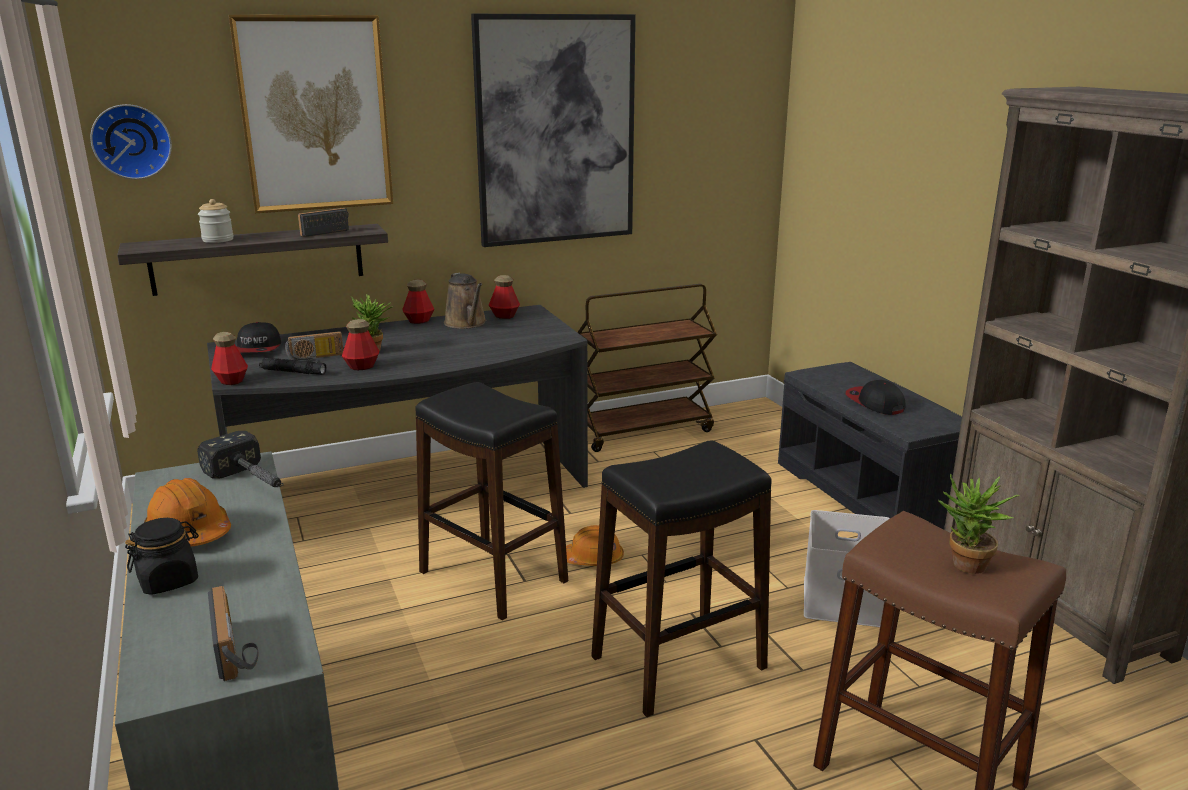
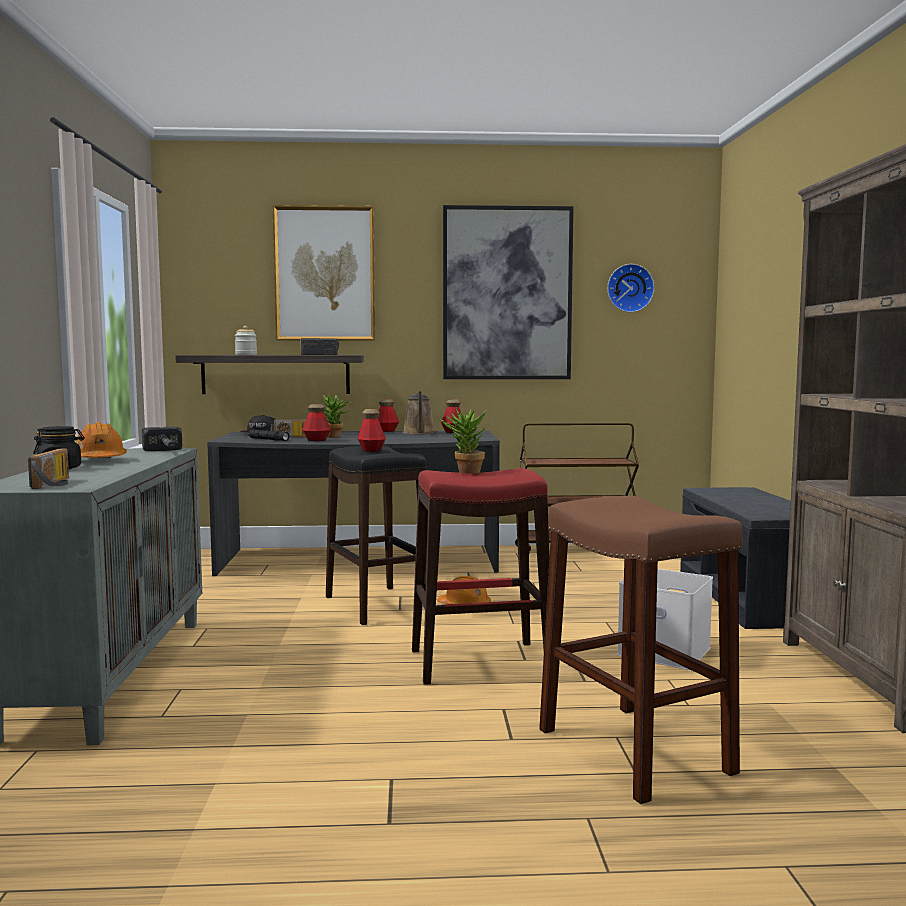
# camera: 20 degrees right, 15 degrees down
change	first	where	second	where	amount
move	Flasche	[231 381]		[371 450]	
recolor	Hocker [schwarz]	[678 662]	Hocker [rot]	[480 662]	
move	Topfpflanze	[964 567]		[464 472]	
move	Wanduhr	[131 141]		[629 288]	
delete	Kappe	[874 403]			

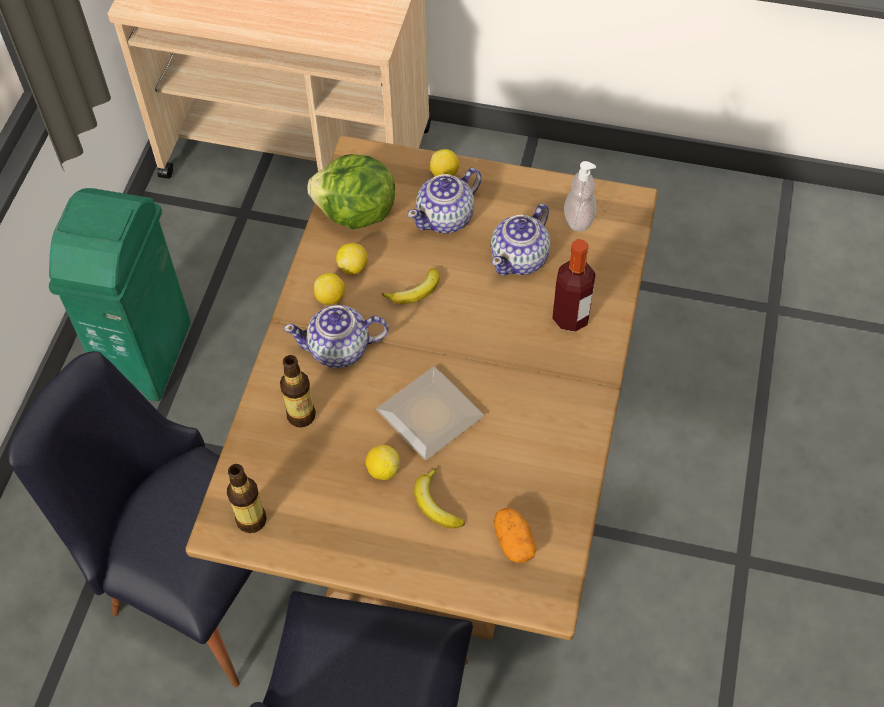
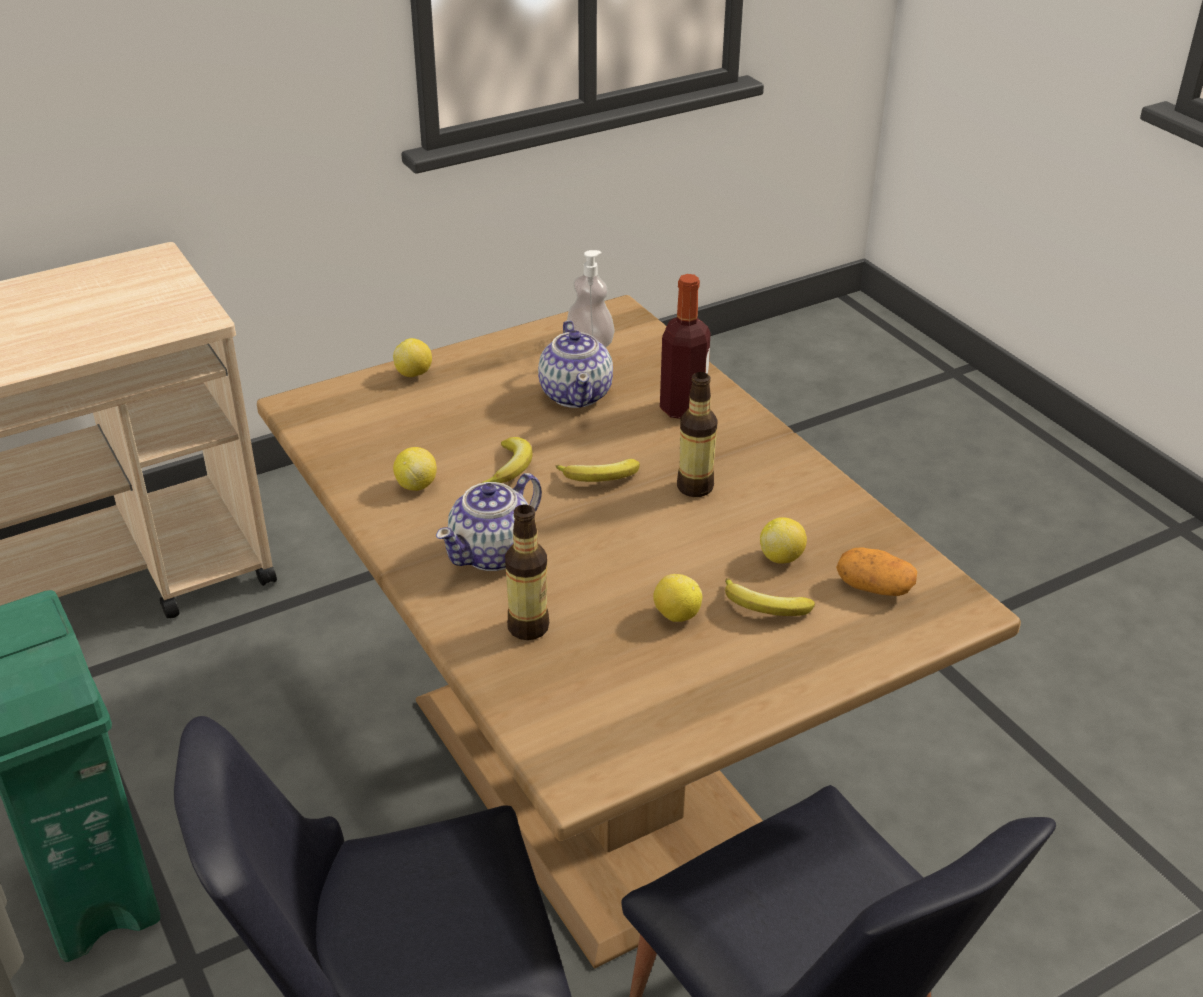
# camera: 45 degrees left, 20 degrees down
change	first	where	second	where	amount
insert			Banane	[600 478]	
move	Flasche	[251 520]		[695 487]	
move	Zitrone	[330 298]		[781 557]	
delete	Salatkopf	[356 214]			
delete	Teller	[429 419]			
delete	Teekanne	[446 218]			

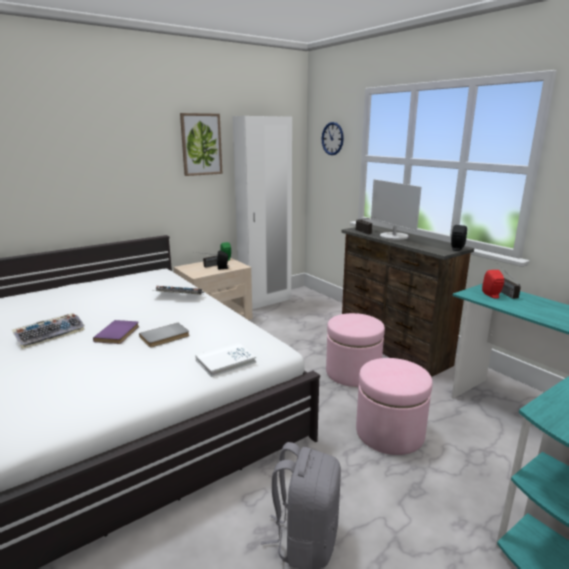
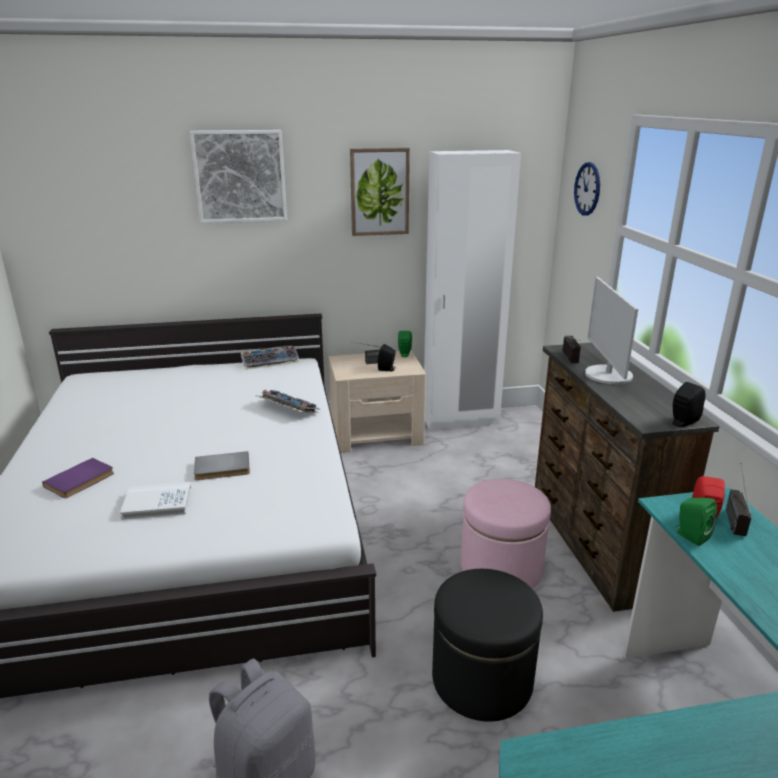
# camera: 25 degrees right, 5 degrees up
change	first	where	second	where	amount
move	Buch [lila]	[119 333]		[81 480]	
move	Buch [weiß]	[225 361]		[157 503]	
insert			Bild	[240 176]	
move	Tastatur	[51 334]		[270 361]	
recolor	Polsterhocker [rosa]	[389 432]	Polsterhocker [schwarz]	[482 679]	
insert			Lautsprecher [grün]	[690 536]	

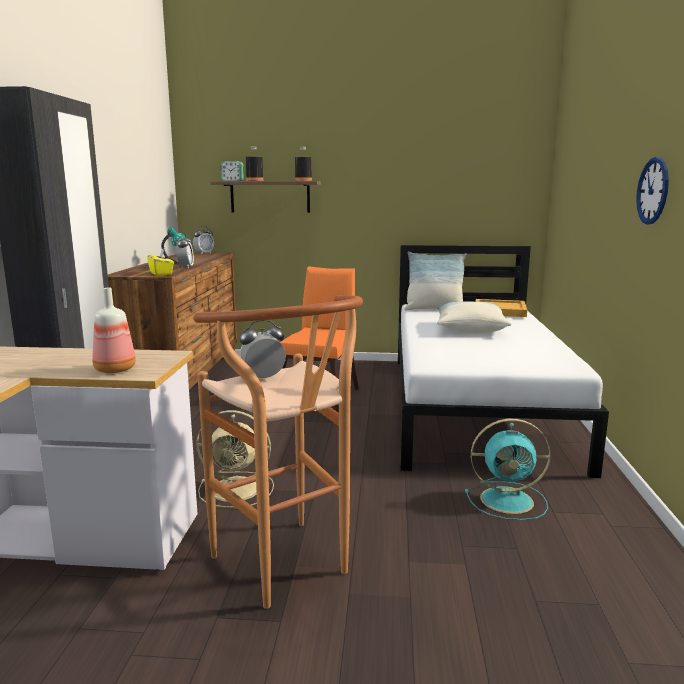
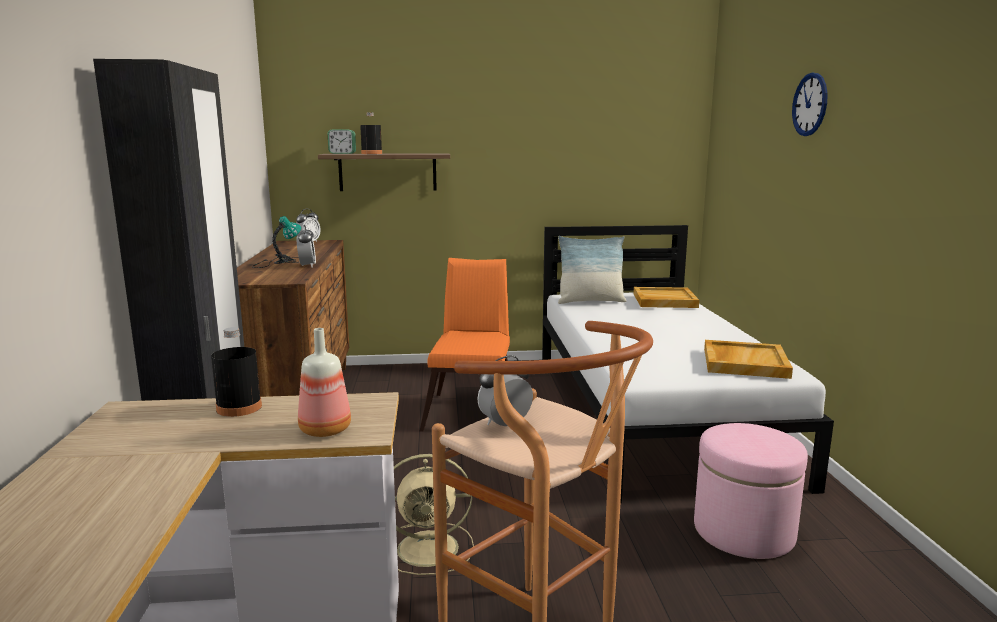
# camera: 10 degrees left, 0 degrees up
change	first	where	second	where	amount
move	Flasche [schwarz]	[303 180]		[239 408]	
replace	Ventilator [türkis]	[509 500]	Polsterhocker [rosa]	[743 531]	
insert			Tablett [beige]	[744 362]	
move	Wanduhr	[653 191]		[810 104]	
delete	Taschentuchbox [gelb]	[161 273]			
delete	Kissen	[470 329]			

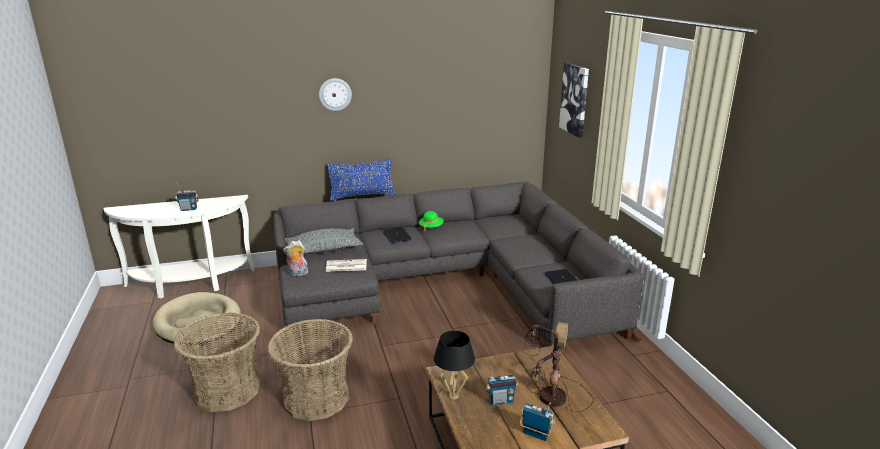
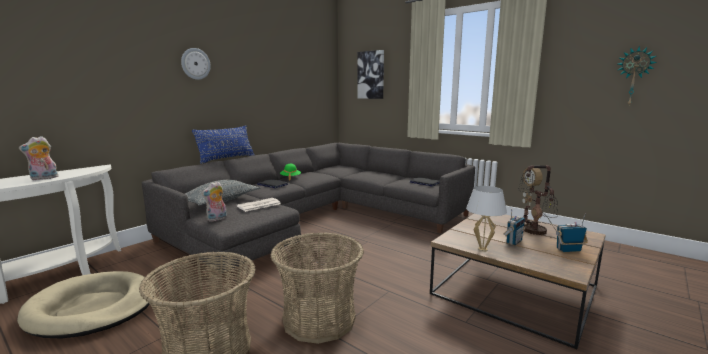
# camera: 35 degrees left, 10 degrees down
change	first	where	second	where	amount
replace	Radio	[189 209]	Plüschtier	[43 178]	
recolor	Tischlampe [schwarz]	[453 396]	Tischlampe [weiß]	[482 249]	
insert			Wanduhr	[634 76]	

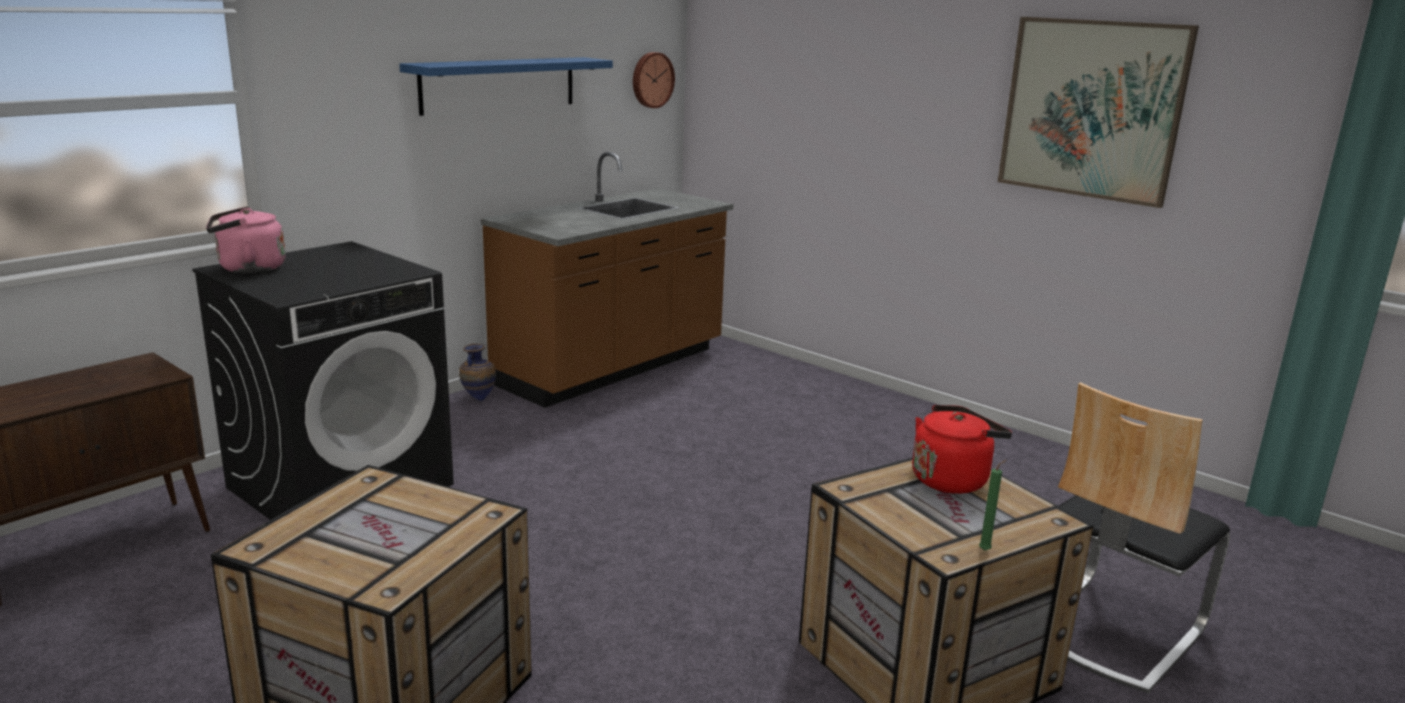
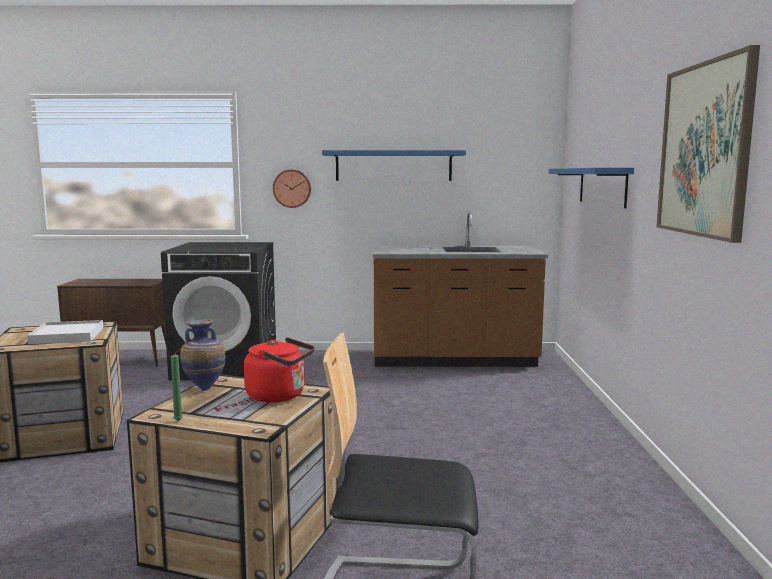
# camera: 50 degrees right, 10 degrees down
change	first	where	second	where	amount
insert			Tablett [weiß]	[67 335]	
move	Vase	[478 399]		[204 389]	
move	Wanduhr	[651 80]		[292 188]	
insert			Wandregal [blau]	[602 186]	
delete	Wasserkessel [rosa]	[248 269]			

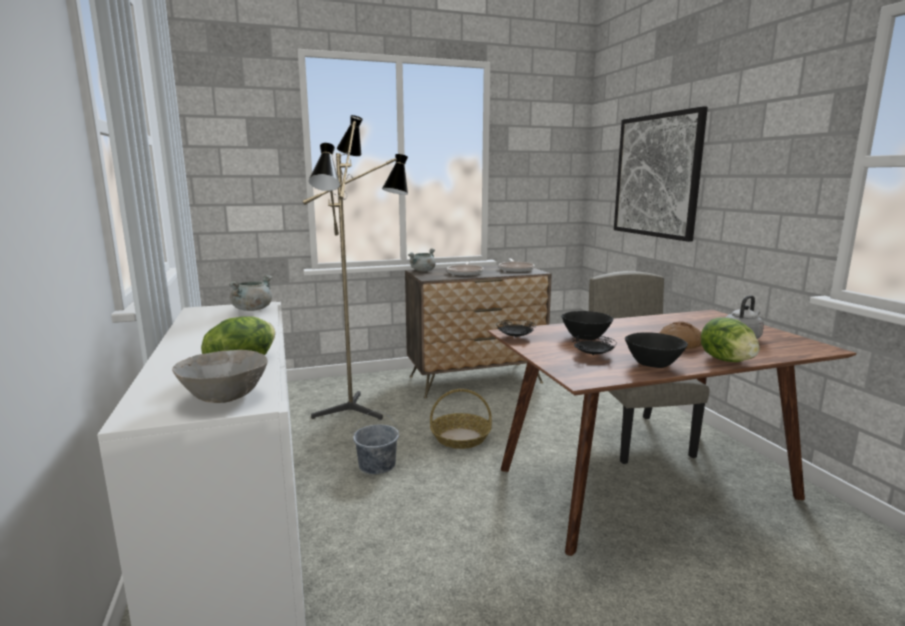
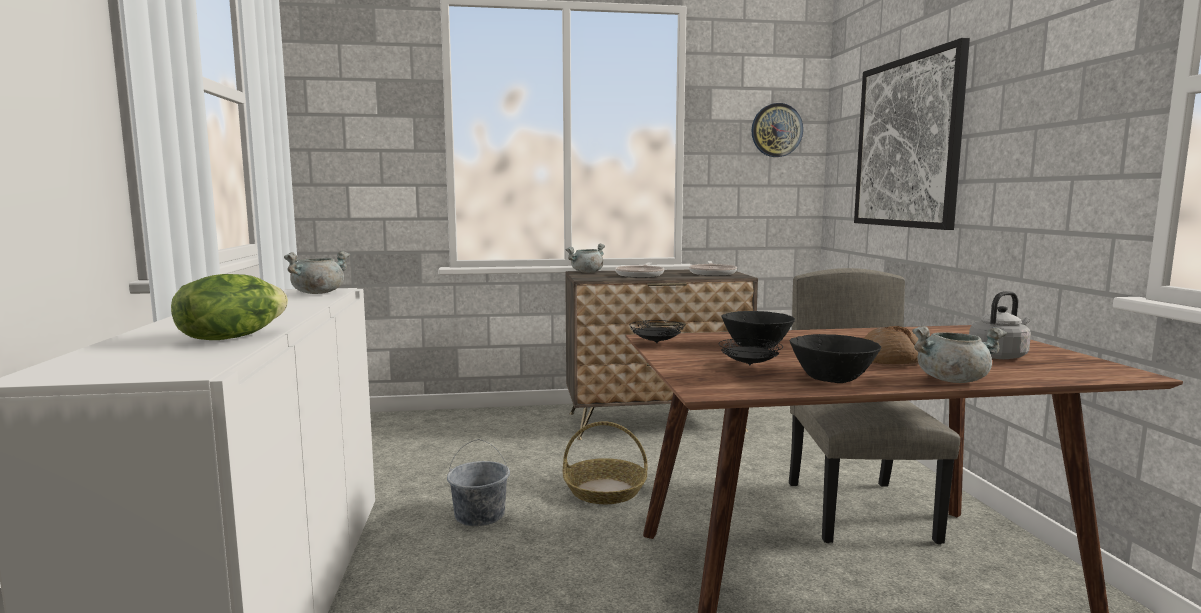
# camera: 10 degrees right, 5 degrees down
change	first	where	second	where	amount
insert			Wanduhr	[776 130]	
replace	Salatkopf	[726 360]	Kochtopf [grau]	[952 380]	
delete	Schüssel [grau]	[224 397]			
delete	Stehlampe	[359 410]			

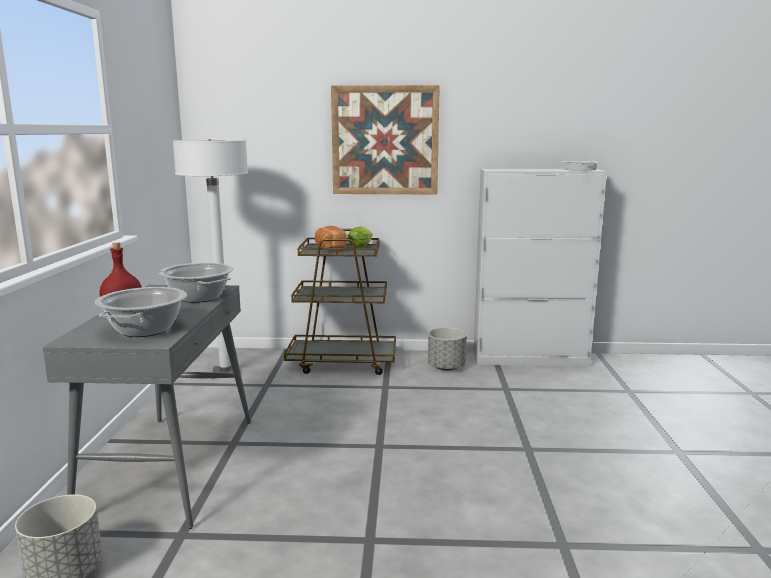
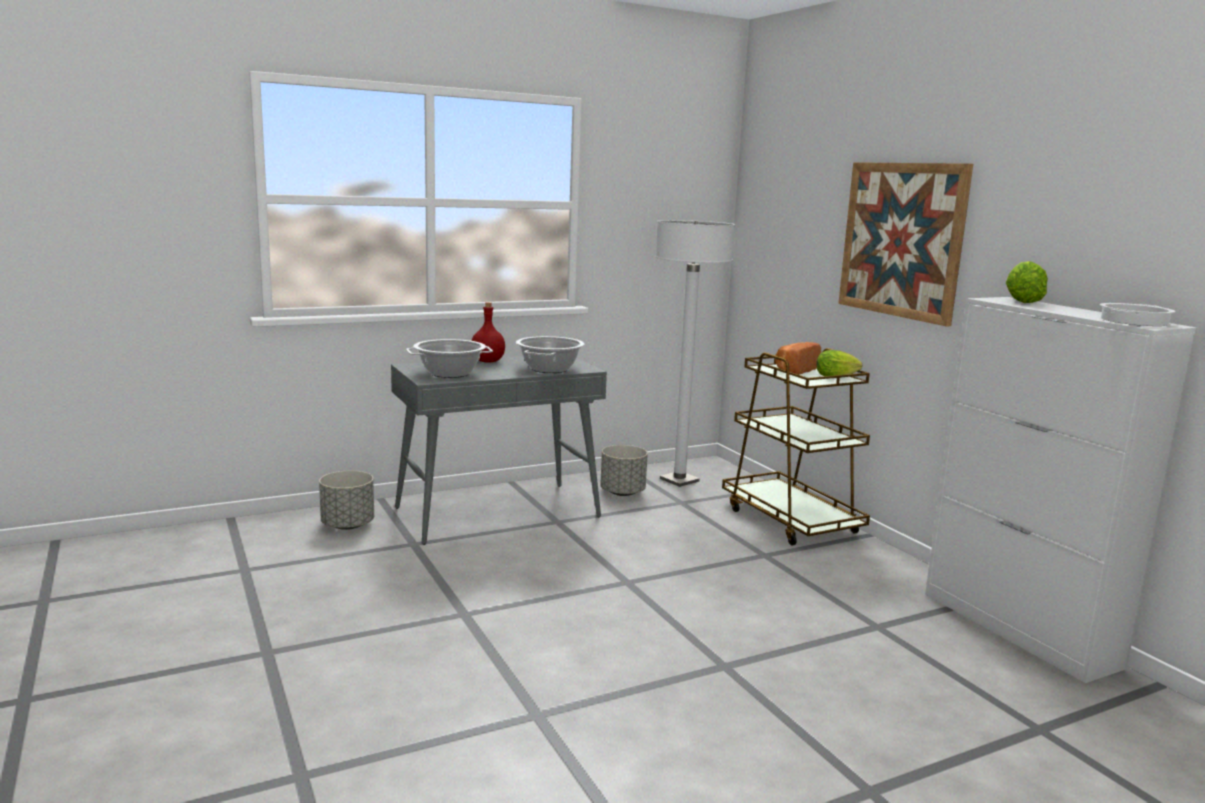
# camera: 60 degrees right, 0 degrees up
change	first	where	second	where	amount
move	Pflanzkübel [grau]	[446 367]		[622 492]	
insert			Salatkopf	[1022 301]	

